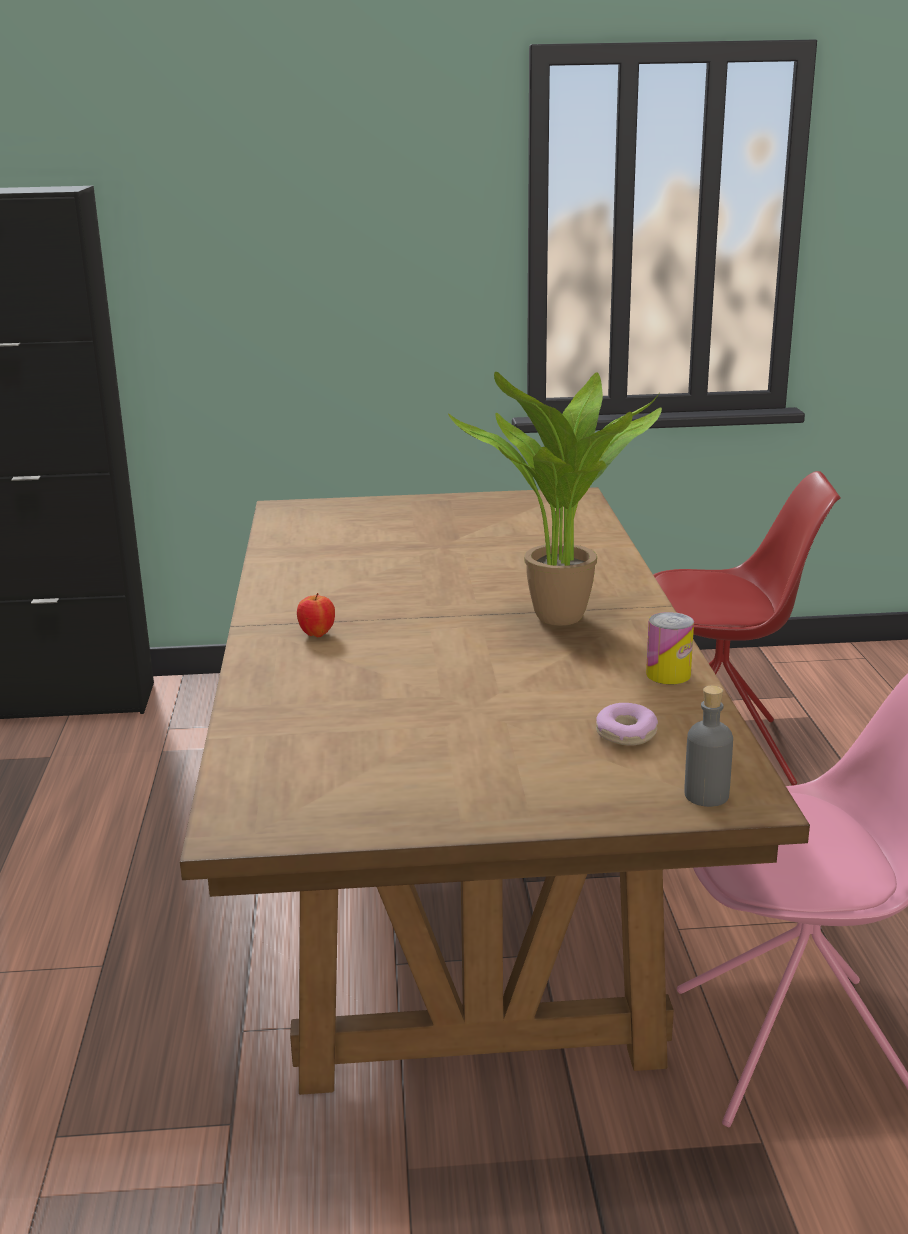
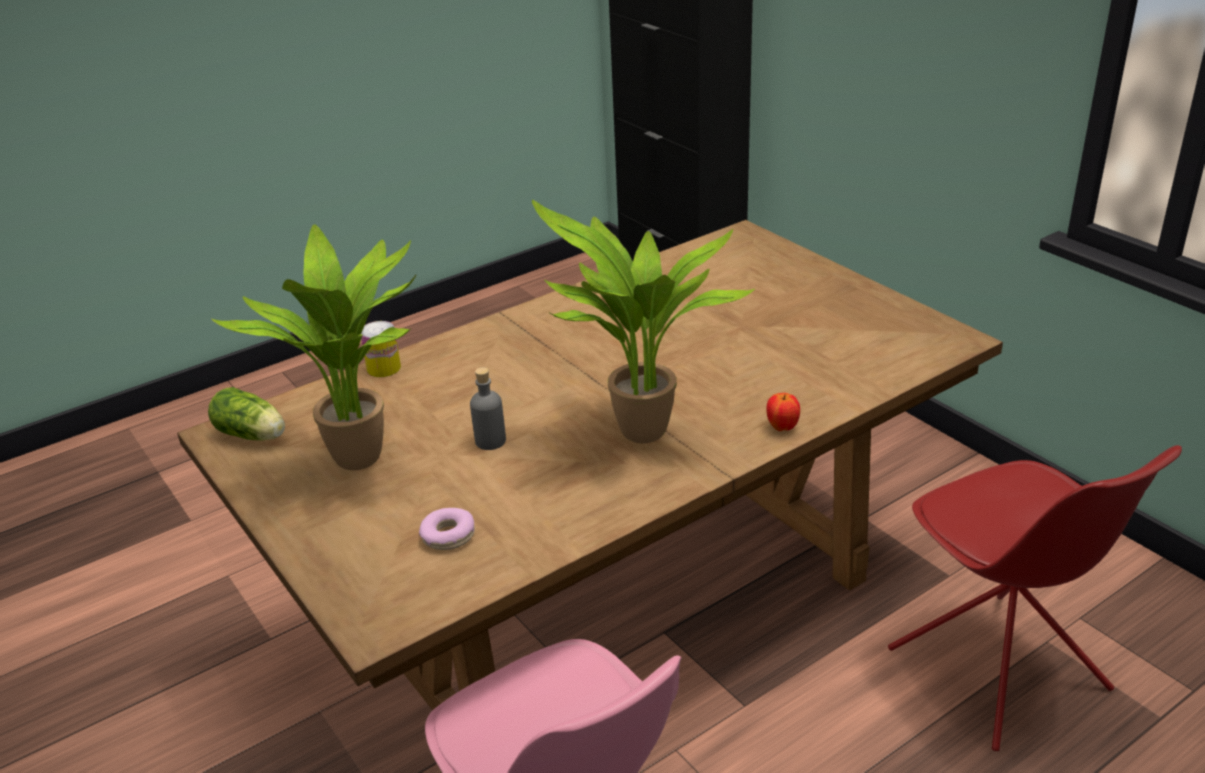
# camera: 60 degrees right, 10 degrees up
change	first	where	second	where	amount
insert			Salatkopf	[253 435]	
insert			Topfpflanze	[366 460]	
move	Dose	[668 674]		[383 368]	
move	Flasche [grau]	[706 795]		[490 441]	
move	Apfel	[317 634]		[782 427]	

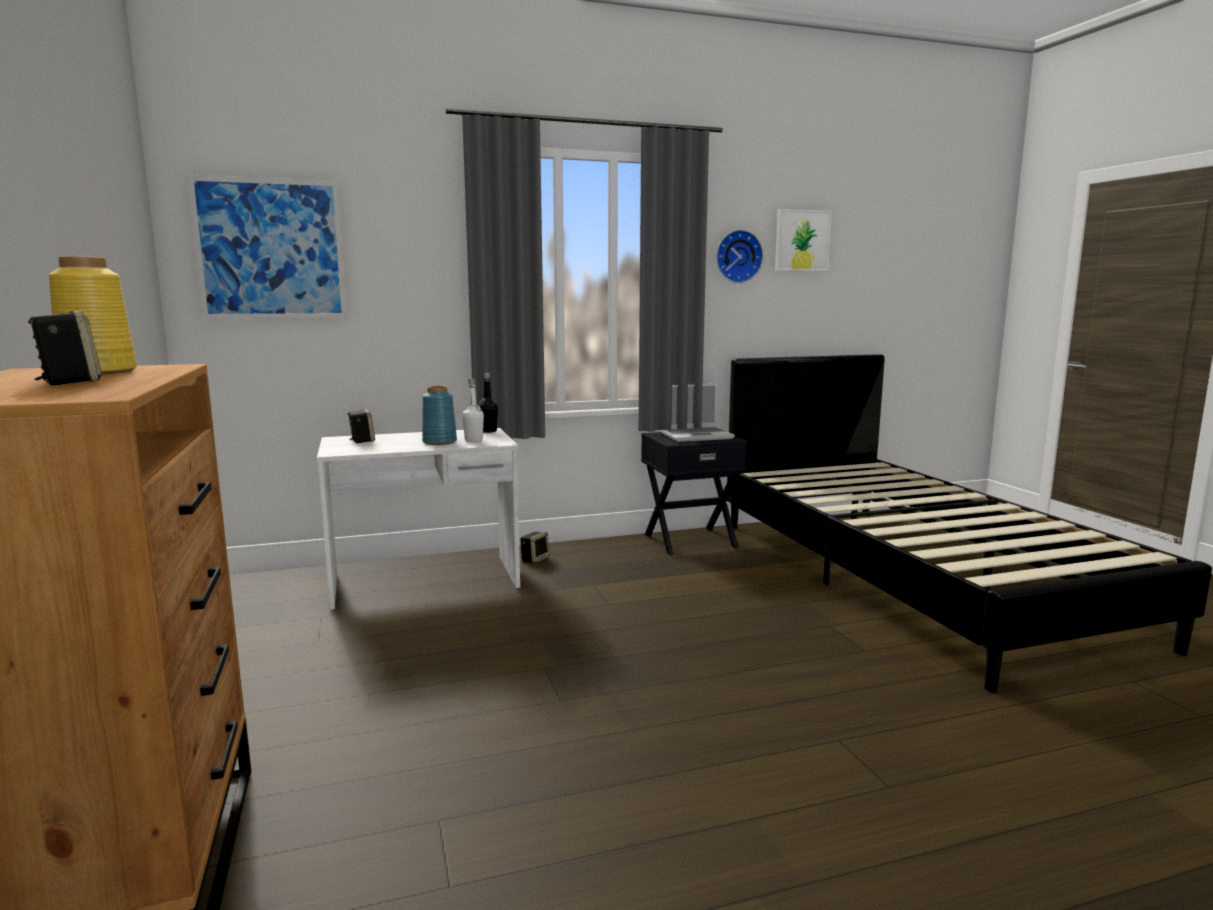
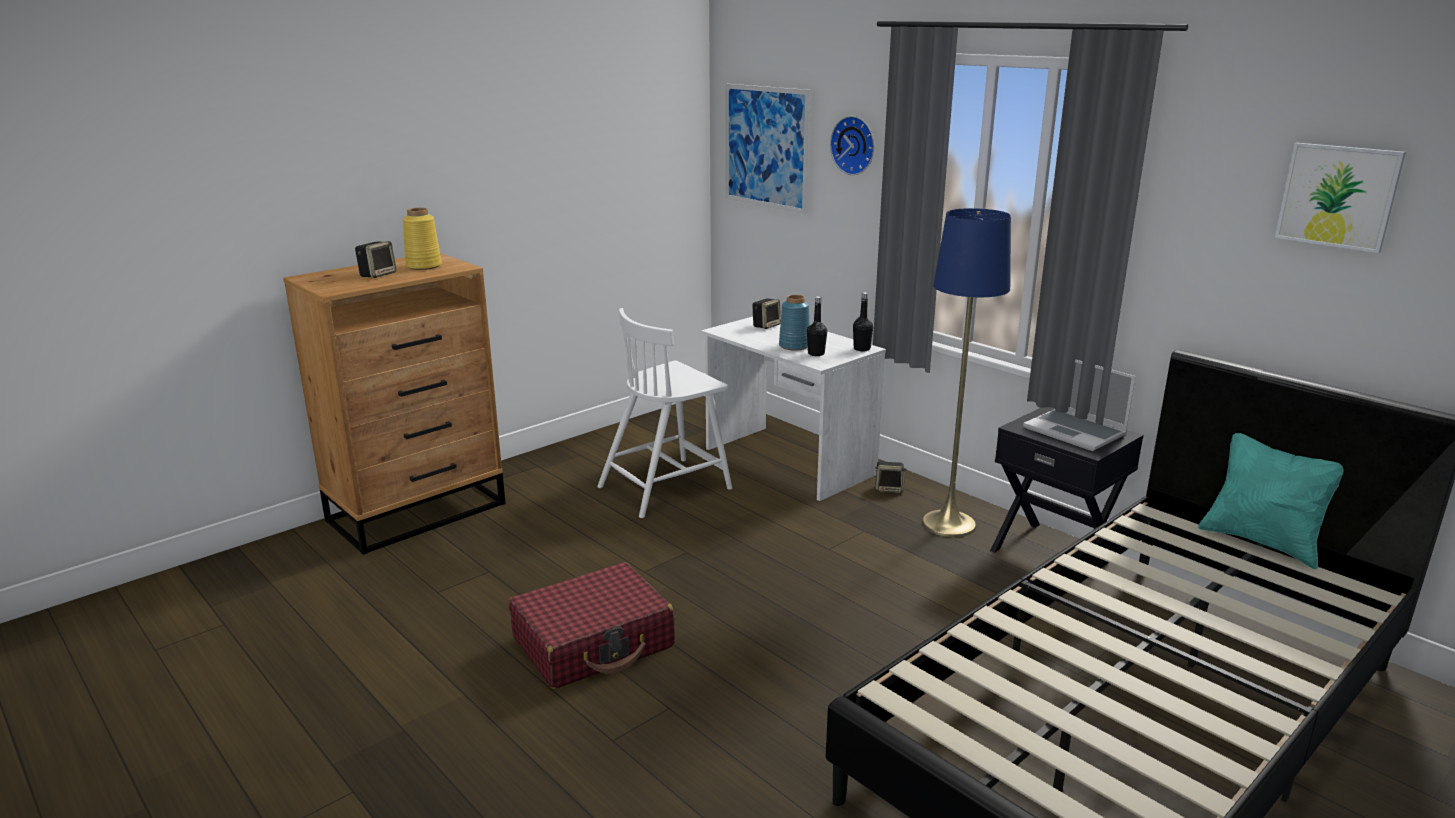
# camera: 65 degrees right, 10 degrees up
change	first	where	second	where	amount
insert			Koffer [rot]	[594 643]	
insert			Stuhl [weiß]	[666 487]	
recolor	Flasche [weiß]	[473 440]	Flasche [schwarz]	[816 354]	
move	Wanduhr	[737 256]		[855 145]	
insert			Stehlampe [blau]	[948 524]	
insert			Kissen [türkis]	[1262 542]	

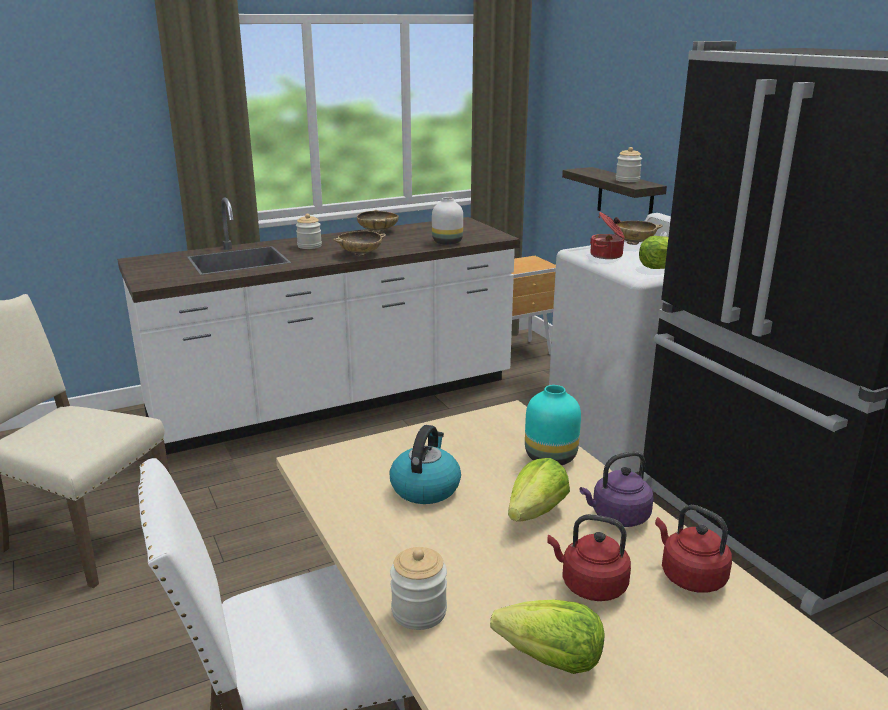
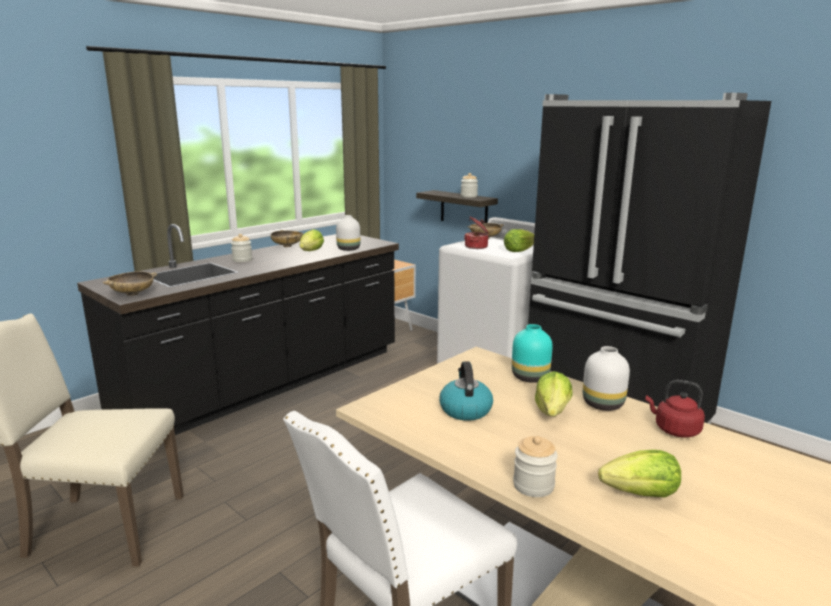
# camera: 20 degrees left, 5 degrees down
change	first	where	second	where	amount
recolor	Küchenzeile [weiß]	[336 402]	Küchenzeile [schwarz]	[268 385]	
move	Schüssel [beige]	[360 254]		[132 294]	
insert			Salatkopf	[311 251]	
replace	Wasserkessel [lila]	[617 517]	Vase [weiß]	[603 405]	
delete	Wasserkessel [rot]	[590 585]			

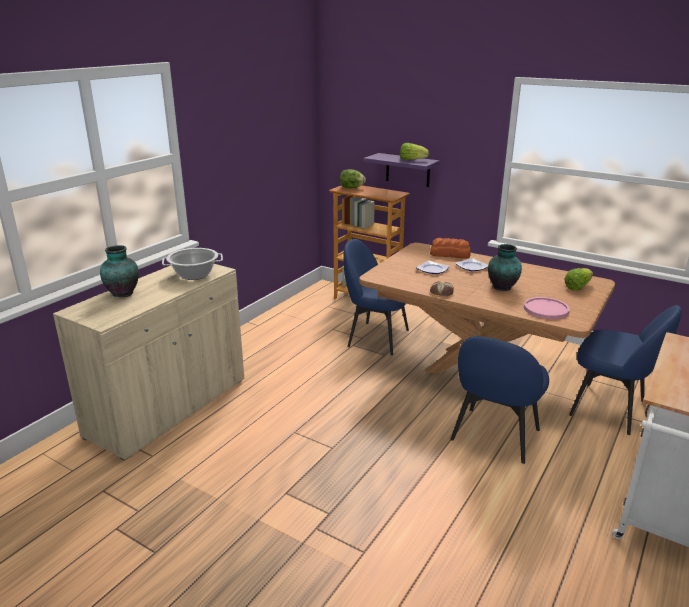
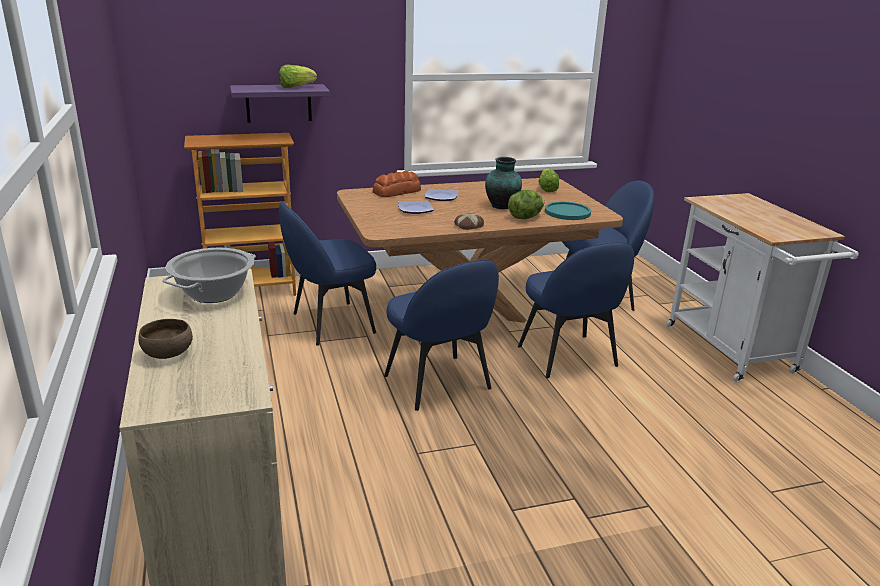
# camera: 50 degrees left, 0 degrees up
change	first	where	second	where	amount
replace	Vase	[123 293]	Schüssel [braun]	[167 353]	
insert			Stuhl [blau]	[438 384]	
move	Salatkopf	[351 188]		[525 217]	
recolor	Teller [rosa]	[546 309]	Teller [türkis]	[567 212]	

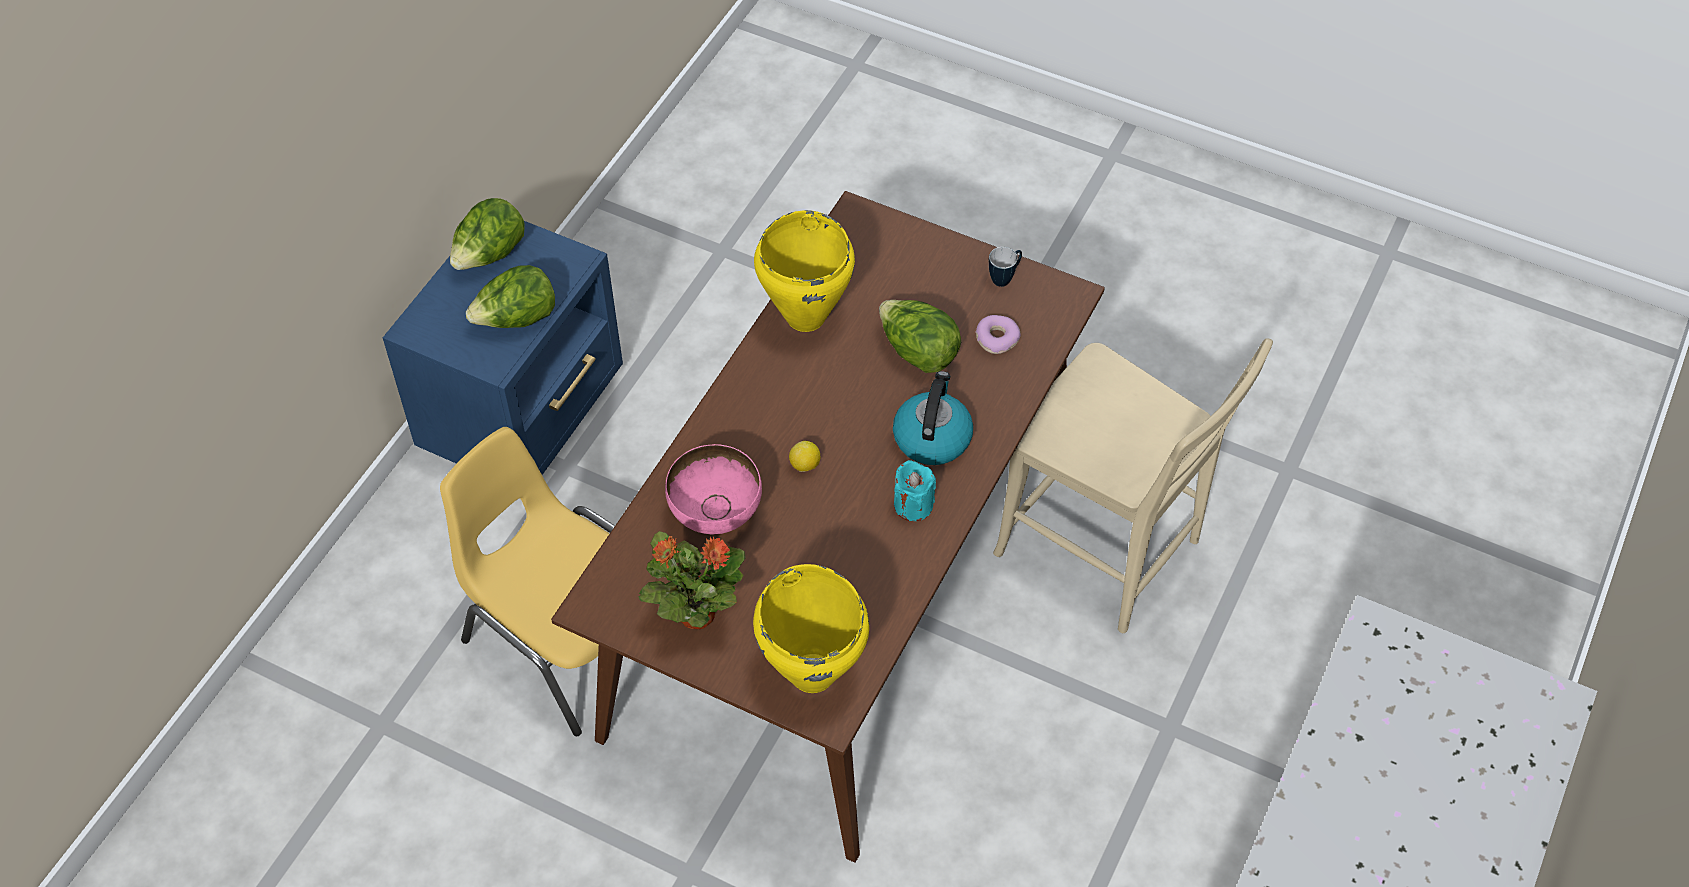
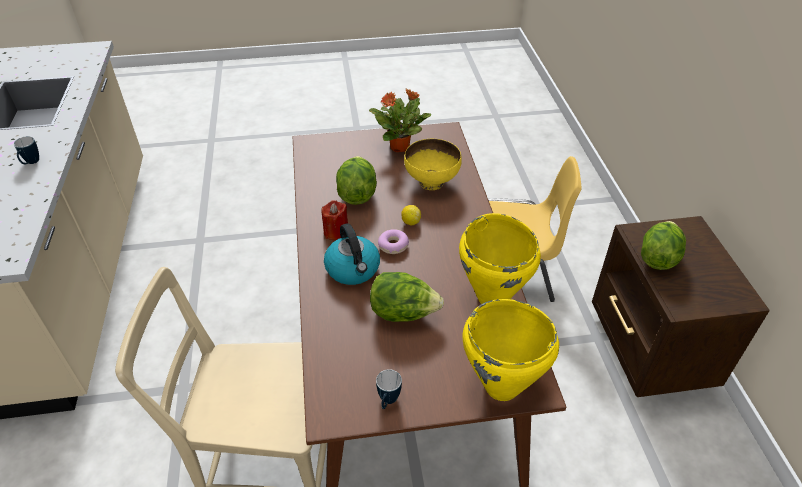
# camera: 145 degrees right, 10 degrees down
change	first	where	second	where	amount
insert			Henkelbecher	[31 163]	
recolor	Kerze [türkis]	[913 505]	Kerze [rot]	[336 232]	
move	Salatkopf	[490 256]		[357 194]	
move	Donut	[997 338]		[393 245]	
recolor	Schüssel [rosa]	[715 515]	Schüssel [gelb]	[432 182]	
move	Kochtopf [gelb]	[813 672]		[502 387]	
recolor	Nachttisch [blau]	[527 415]	Nachttisch [braun]	[649 351]	

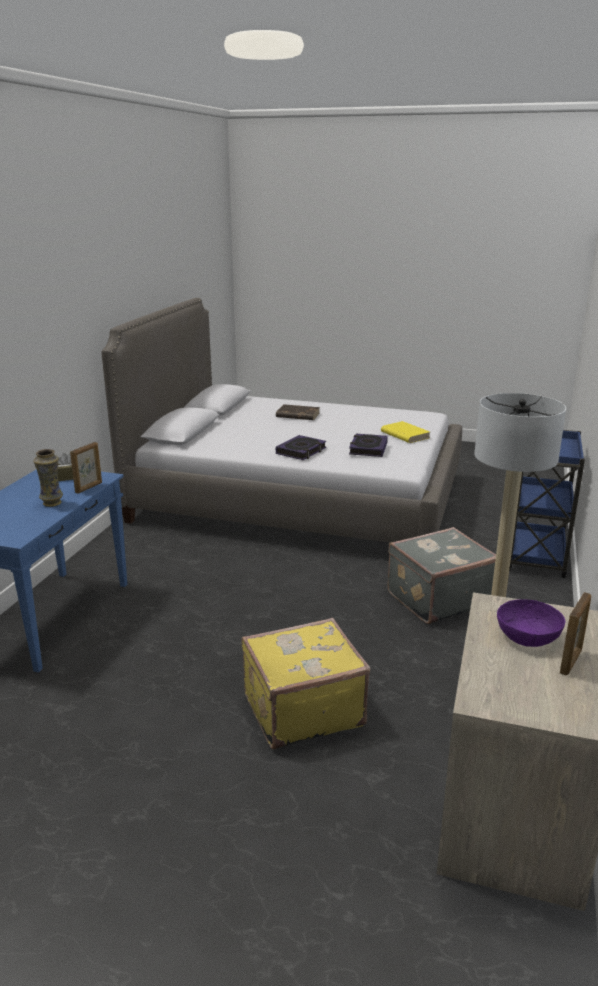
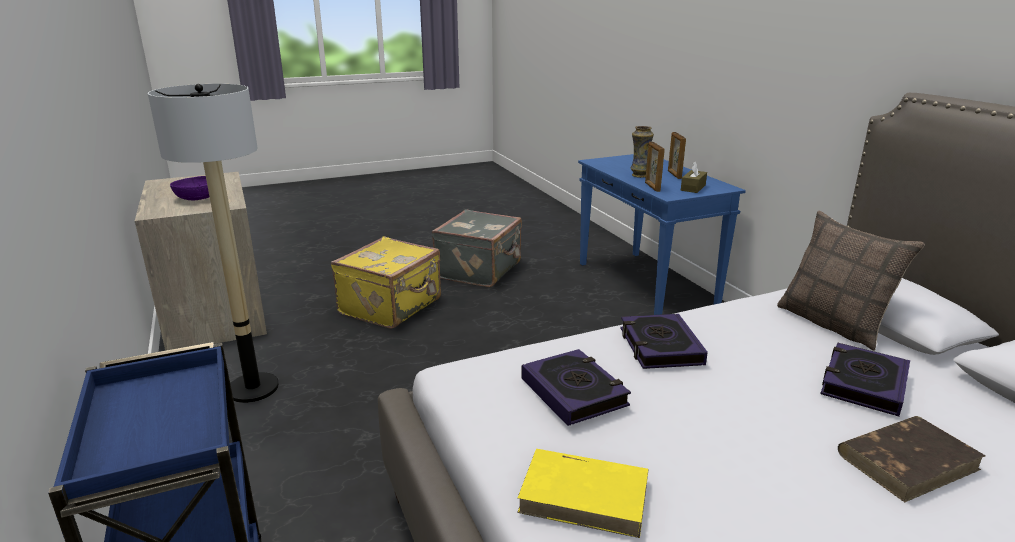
# camera: 140 degrees right, 0 degrees up
change	first	where	second	where	amount
move	Koffer [grau]	[437 598]		[480 270]	
move	Bilderrahmen	[571 662]		[674 175]	
insert			Kissen	[833 323]	
insert			Buch	[863 384]	

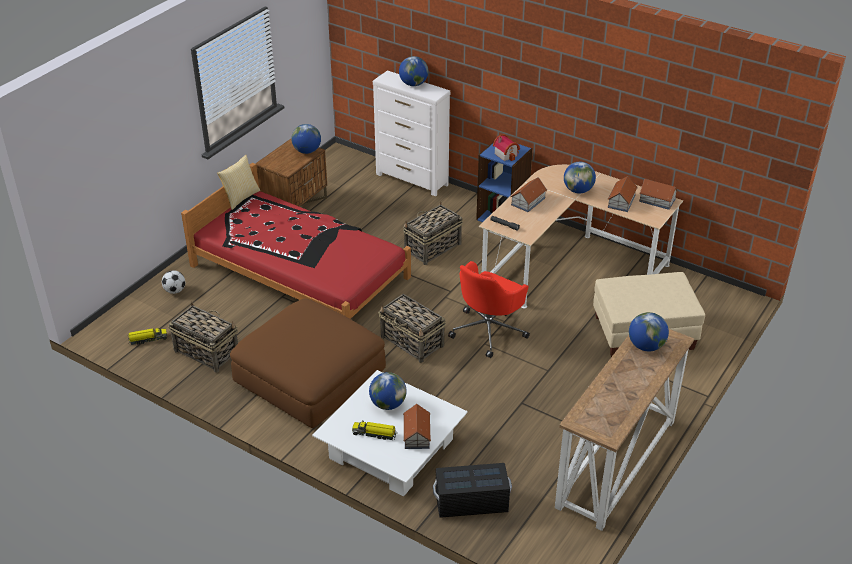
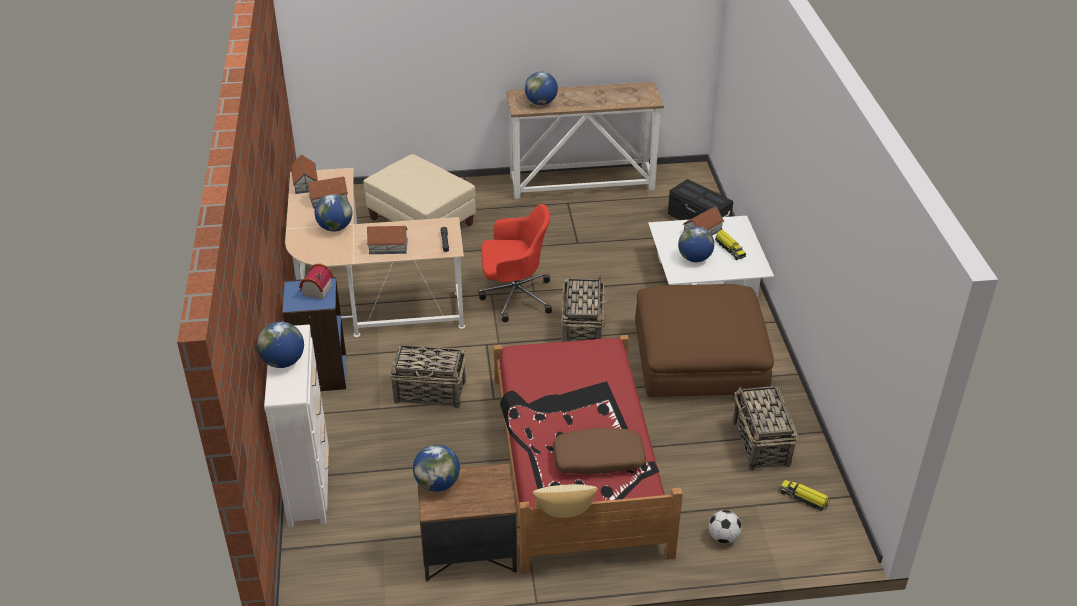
# camera: 130 degrees left, 0 degrees up
change	first	where	second	where	amount
insert			Kissen [braun]	[598 459]	

